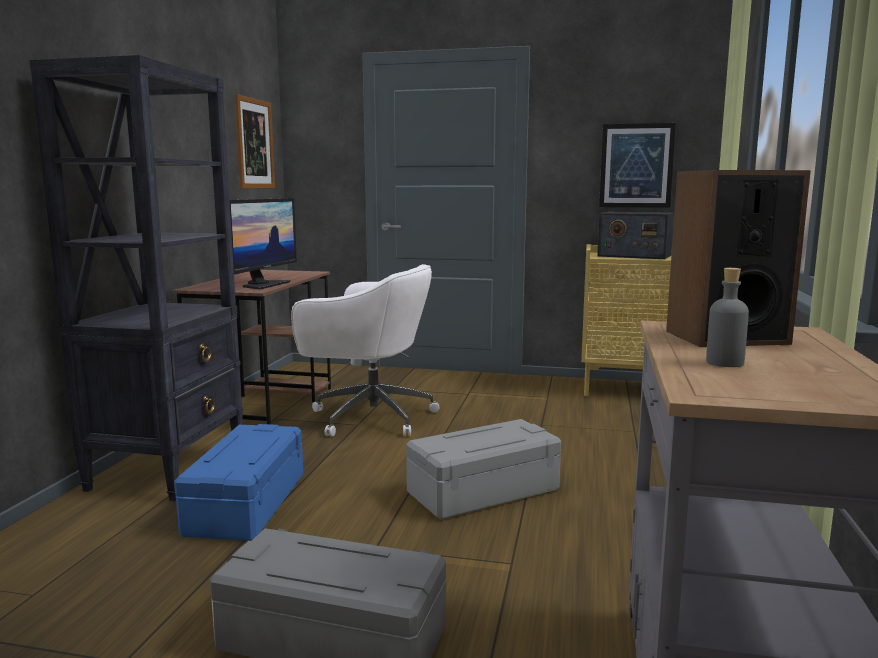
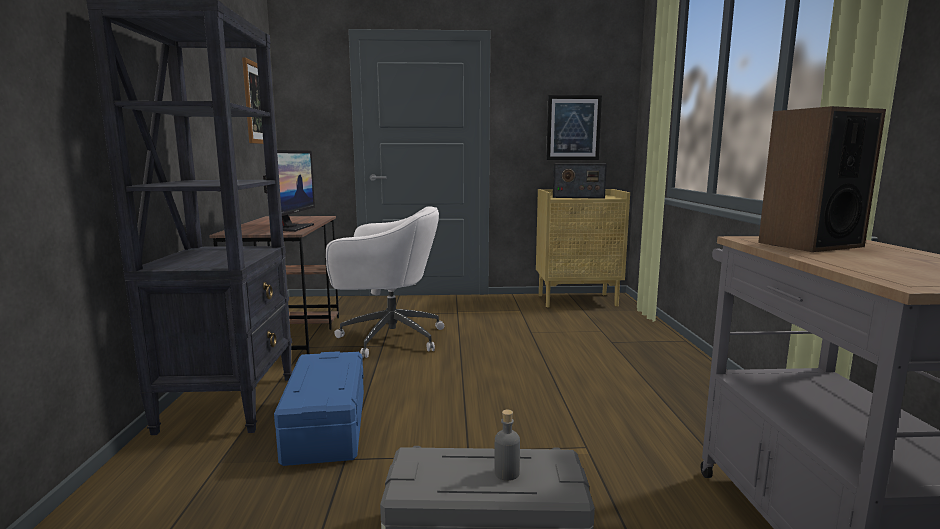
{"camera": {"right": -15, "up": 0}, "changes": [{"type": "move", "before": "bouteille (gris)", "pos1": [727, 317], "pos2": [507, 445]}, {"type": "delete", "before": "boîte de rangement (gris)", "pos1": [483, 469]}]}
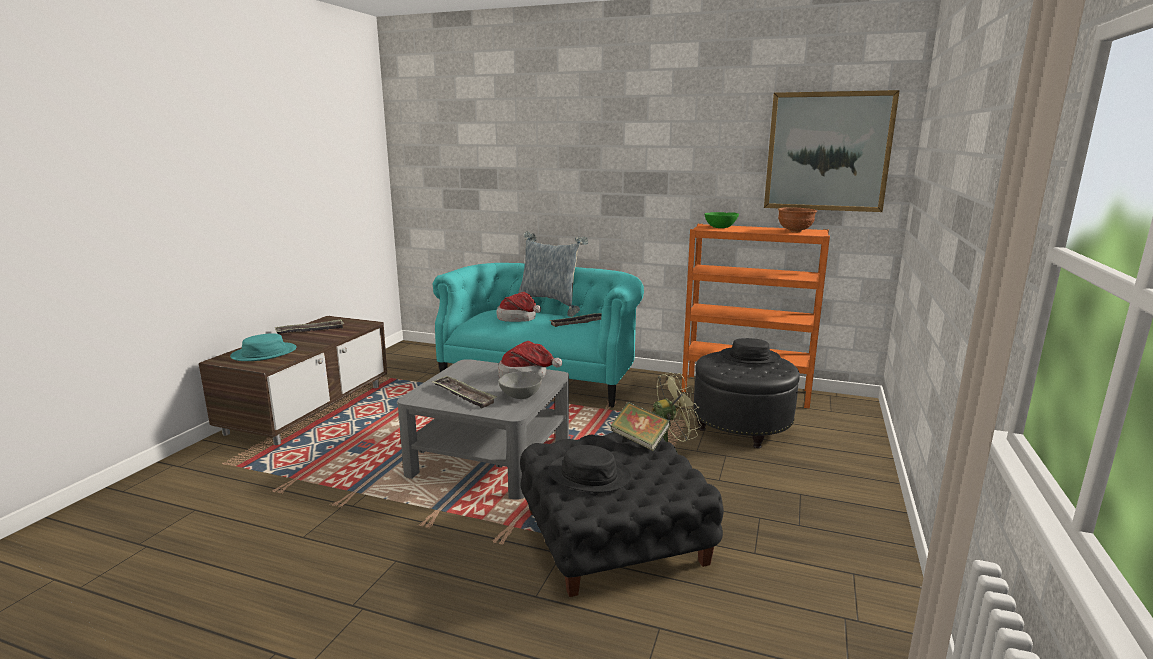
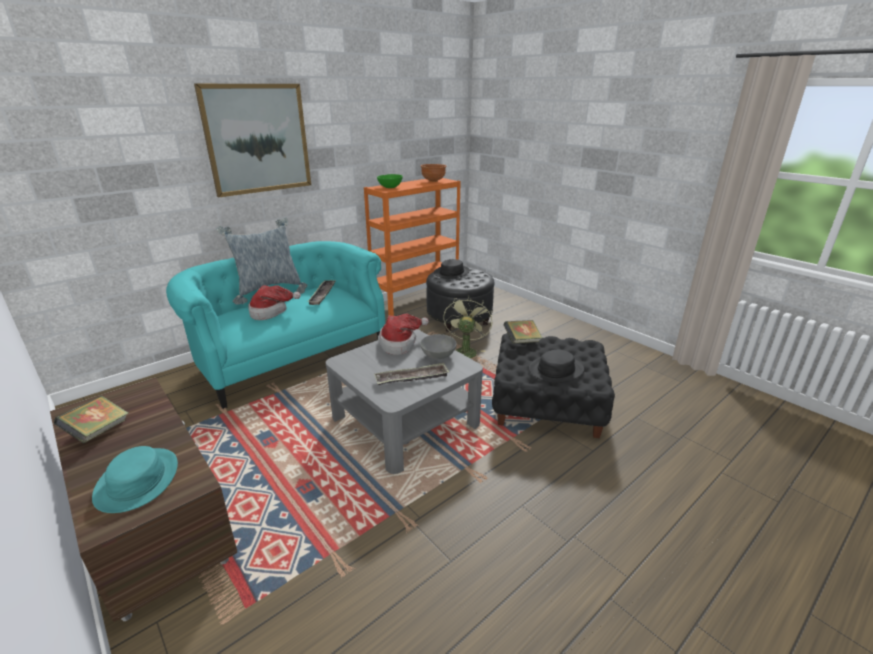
{"camera": {"right": -60, "up": 10}, "changes": [{"type": "replace", "before": "plateau", "after": "livre", "pos1": [309, 327], "pos2": [91, 420]}, {"type": "move", "before": "tableau", "pos1": [832, 151], "pos2": [252, 140]}]}
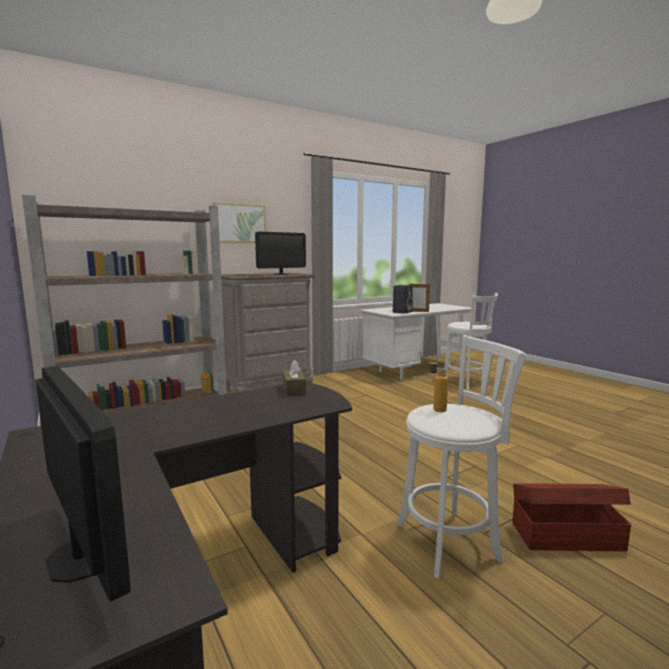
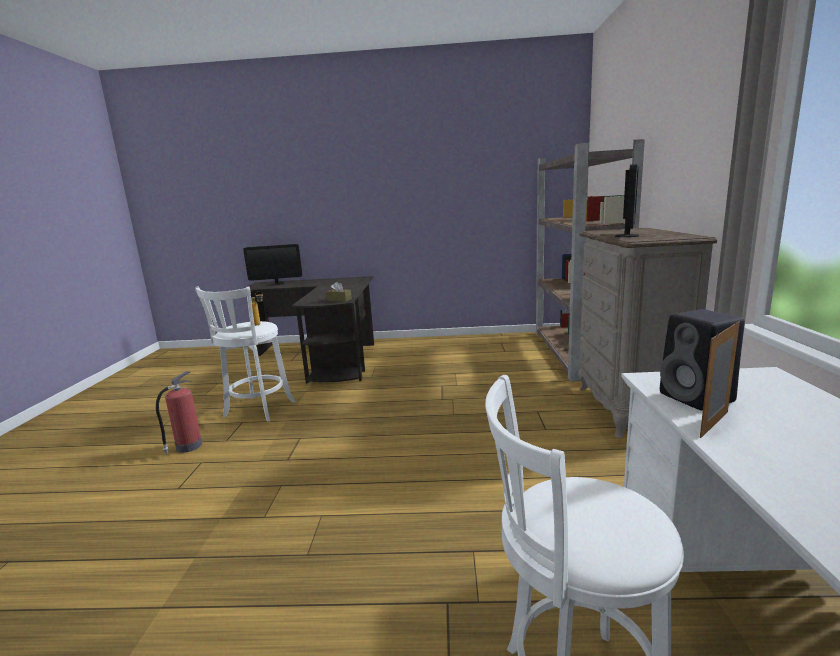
{"camera": {"right": 125, "up": 5}, "changes": [{"type": "replace", "before": "boîte de rangement (marron)", "after": "extincteur", "pos1": [571, 517], "pos2": [179, 413]}, {"type": "rotate", "before": "écran d'ordinateur", "pos1": [280, 253], "pos2": [627, 200], "turn": -150}, {"type": "delete", "before": "tableau", "pos1": [239, 222]}]}
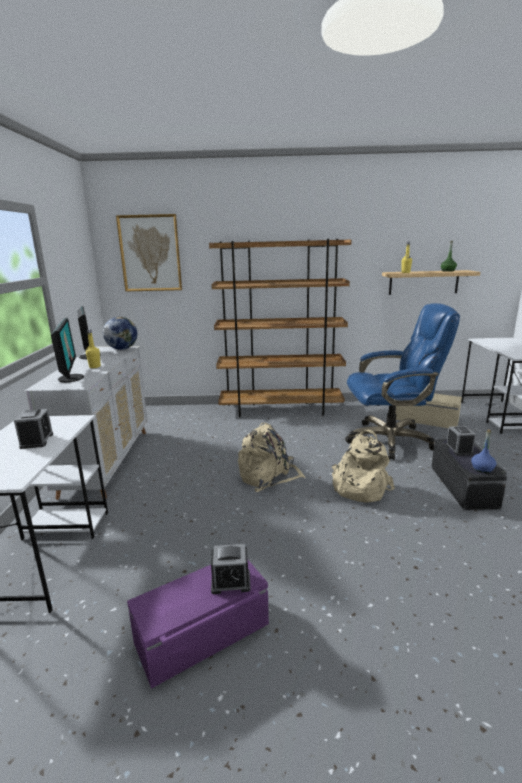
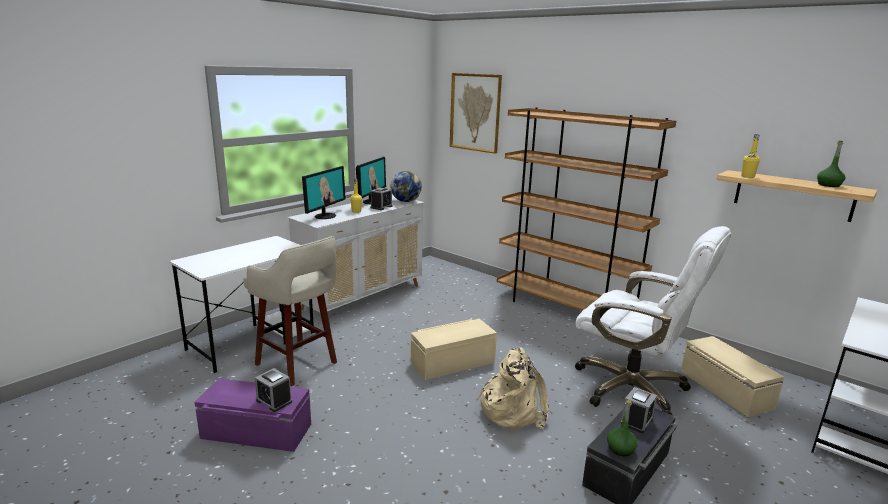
{"camera": {"right": 40, "up": 0}, "changes": [{"type": "insert", "after": "tabouret (beige)", "pos2": [290, 311]}, {"type": "move", "before": "réveil", "pos1": [33, 429], "pos2": [381, 198]}, {"type": "replace", "before": "sac à dos (beige)", "after": "boîte de rangement (beige)", "pos1": [272, 457], "pos2": [454, 349]}, {"type": "recolor", "before": "chaise de bureau (bleu)", "after": "chaise de bureau (blanc)", "pos1": [402, 381], "pos2": [653, 321]}, {"type": "recolor", "before": "bouteille (bleu)", "after": "bouteille (vert)", "pos1": [483, 451], "pos2": [622, 428]}]}
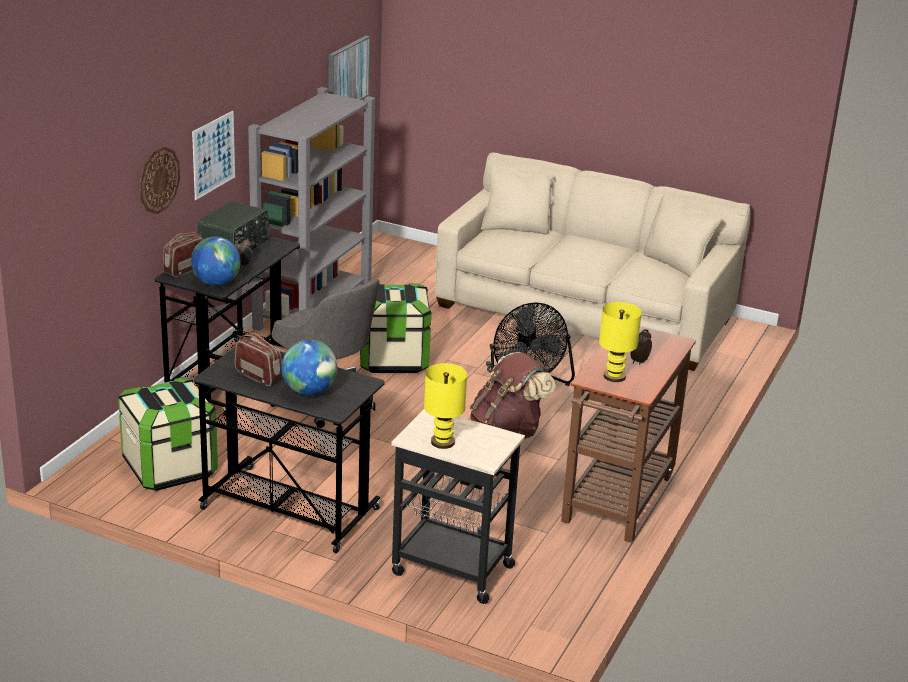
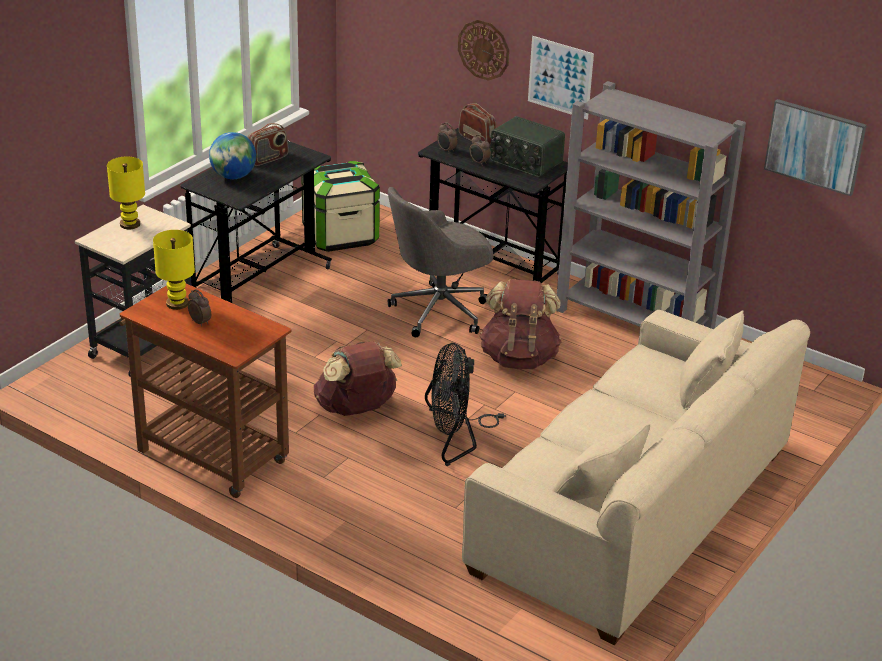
{"camera": {"right": 100, "up": 5}, "changes": [{"type": "replace", "before": "globe", "after": "réveil", "pos1": [216, 261], "pos2": [447, 138]}, {"type": "replace", "before": "boîte de rangement", "after": "sac à dos (marron)", "pos1": [395, 328], "pos2": [521, 324]}]}
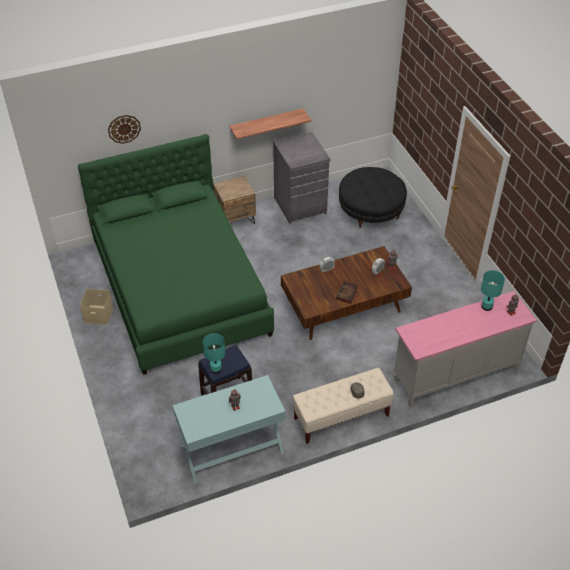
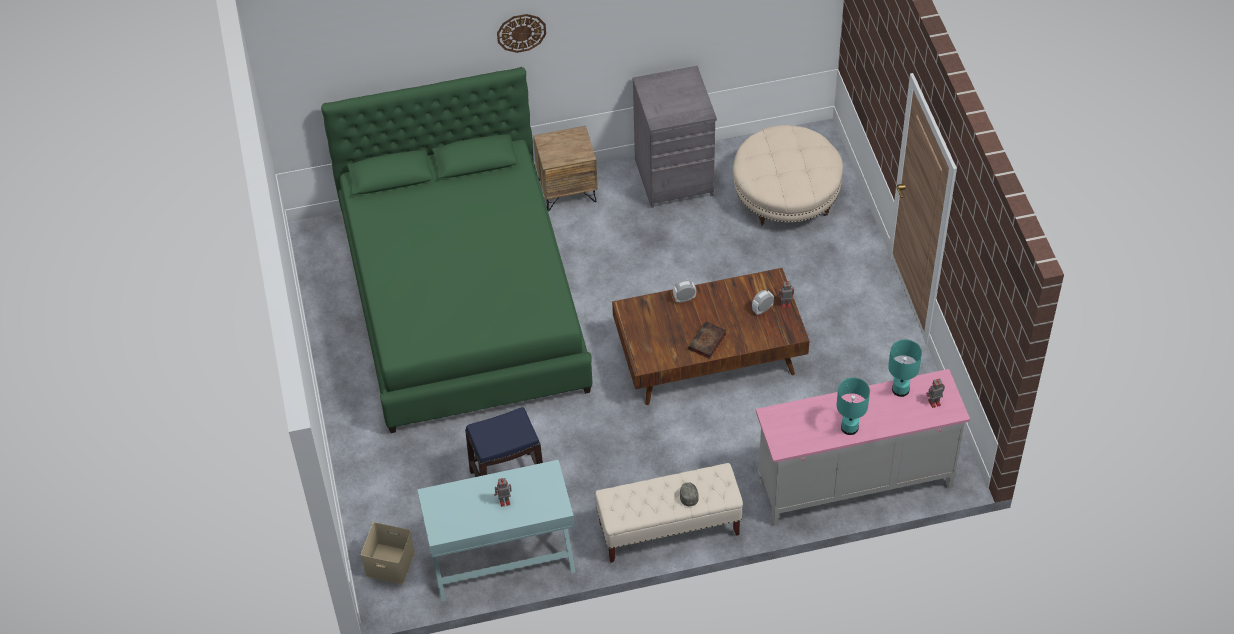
{"camera": {"right": 10, "up": 5}, "changes": [{"type": "move", "before": "boîte de rangement (beige)", "pos1": [96, 307], "pos2": [388, 553]}, {"type": "move", "before": "horloge murale", "pos1": [124, 129], "pos2": [521, 33]}, {"type": "recolor", "before": "pouf (noir)", "after": "pouf (beige)", "pos1": [373, 197], "pos2": [788, 175]}, {"type": "move", "before": "lampe de table (turquoise)", "pos1": [214, 353], "pos2": [853, 406]}, {"type": "delete", "before": "étagère", "pos1": [270, 123]}]}
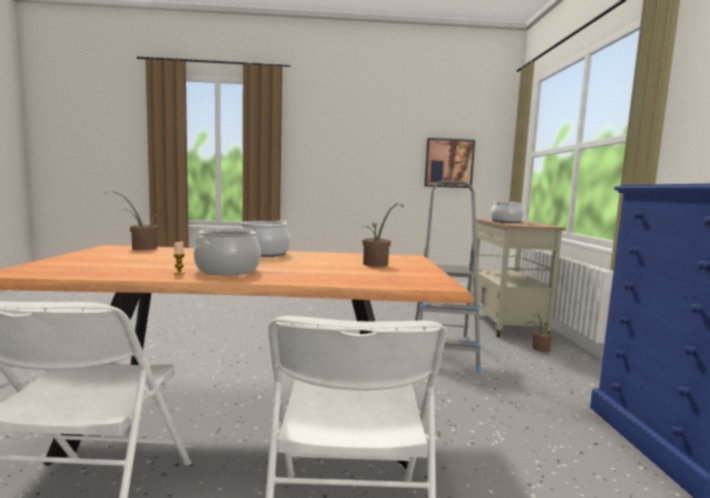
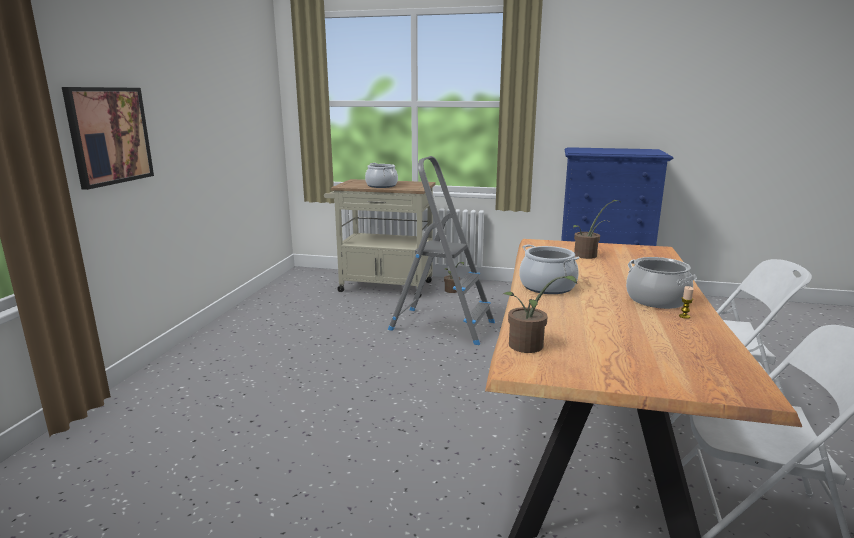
{"camera": {"right": -75, "up": 10}, "changes": [{"type": "move", "before": "tableau", "pos1": [449, 163], "pos2": [108, 138]}]}
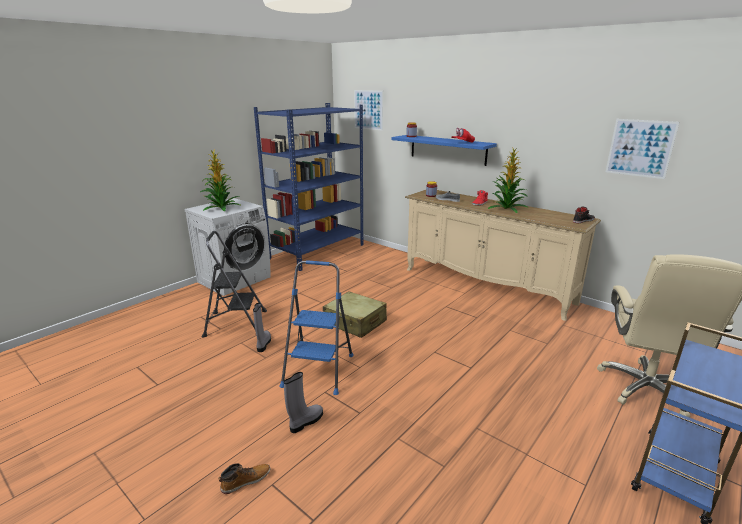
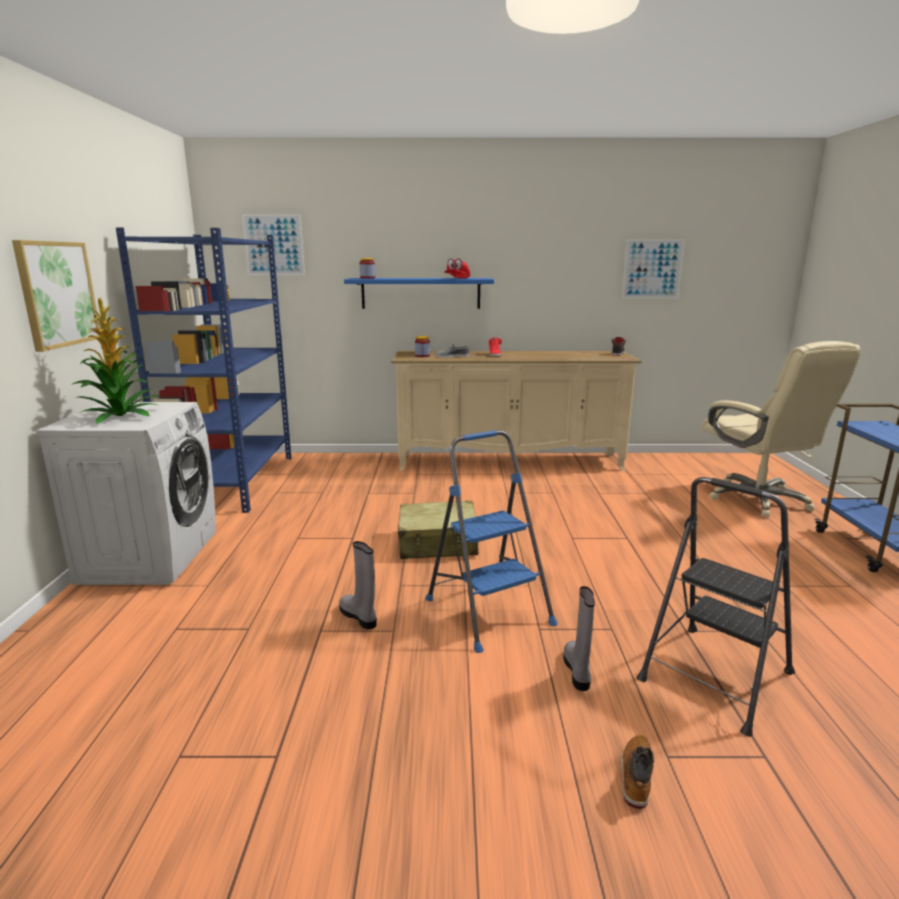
{"camera": {"right": -40, "up": -5}, "changes": [{"type": "insert", "after": "tableau", "pos2": [56, 296]}, {"type": "move", "before": "escabeau (noir)", "pos1": [234, 284], "pos2": [716, 607]}, {"type": "delete", "before": "plante en pot", "pos1": [508, 180]}]}
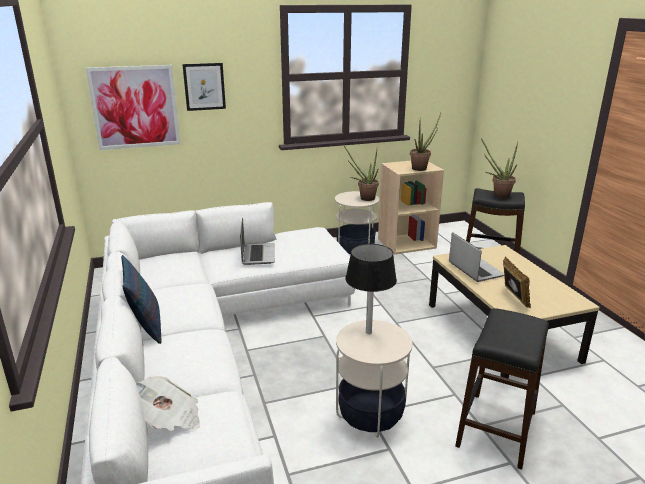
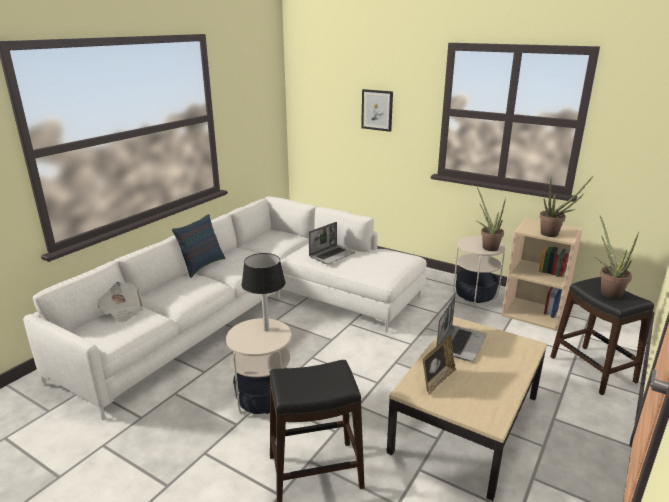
{"camera": {"right": 50, "up": 0}, "changes": [{"type": "delete", "before": "tableau", "pos1": [133, 107]}]}
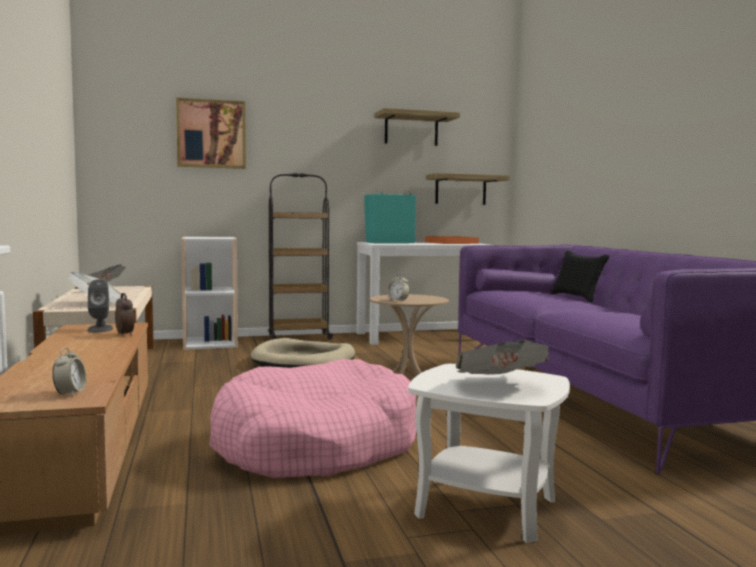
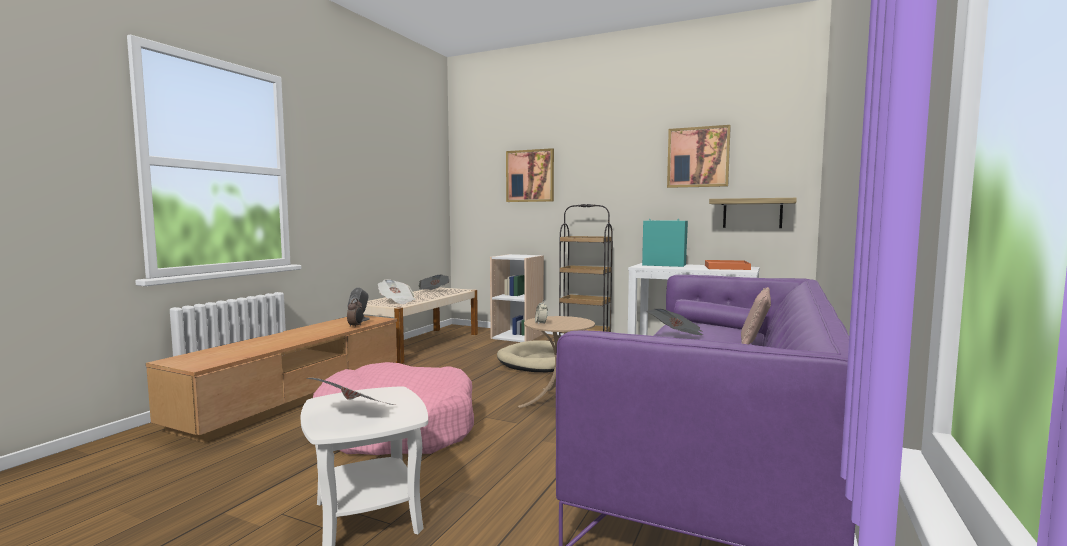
{"camera": {"right": 40, "up": 0}, "changes": [{"type": "insert", "after": "journal", "pos2": [674, 321]}, {"type": "replace", "before": "étagère", "after": "tableau", "pos1": [417, 127], "pos2": [699, 156]}, {"type": "recolor", "before": "coussin (noir)", "after": "coussin (beige)", "pos1": [579, 277], "pos2": [756, 315]}, {"type": "delete", "before": "réveil", "pos1": [69, 372]}]}
